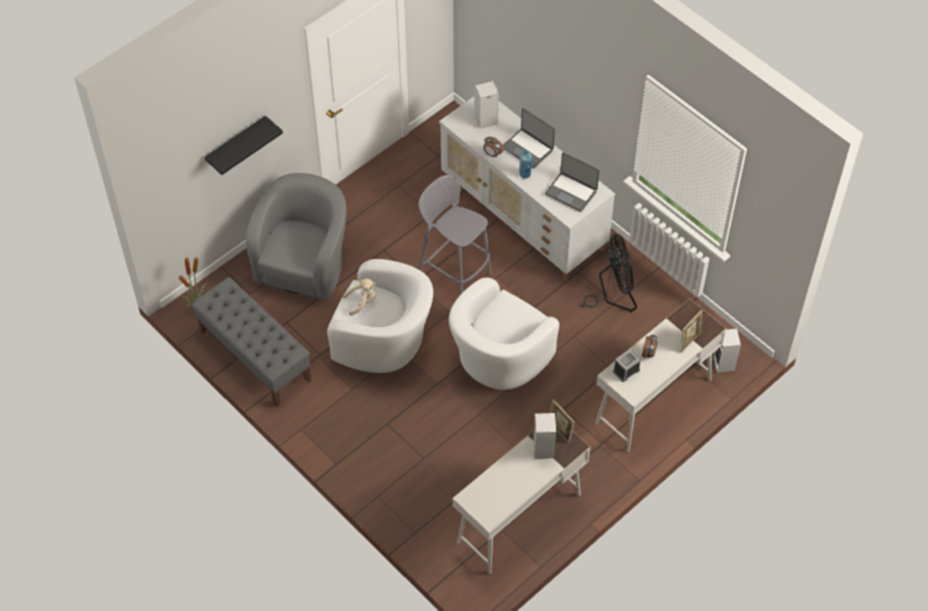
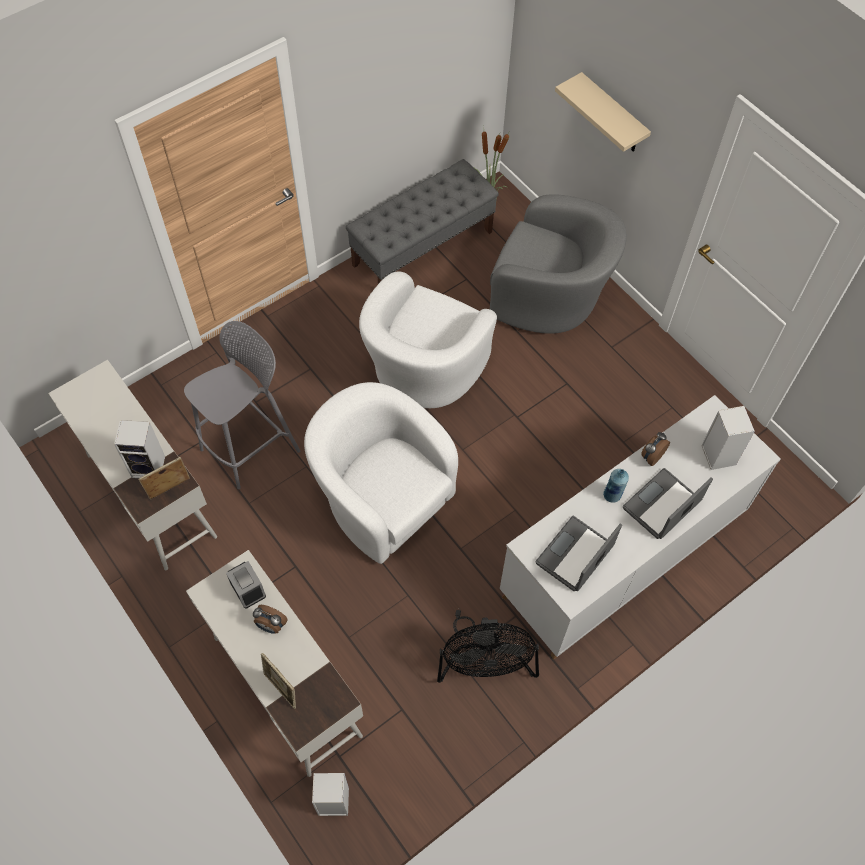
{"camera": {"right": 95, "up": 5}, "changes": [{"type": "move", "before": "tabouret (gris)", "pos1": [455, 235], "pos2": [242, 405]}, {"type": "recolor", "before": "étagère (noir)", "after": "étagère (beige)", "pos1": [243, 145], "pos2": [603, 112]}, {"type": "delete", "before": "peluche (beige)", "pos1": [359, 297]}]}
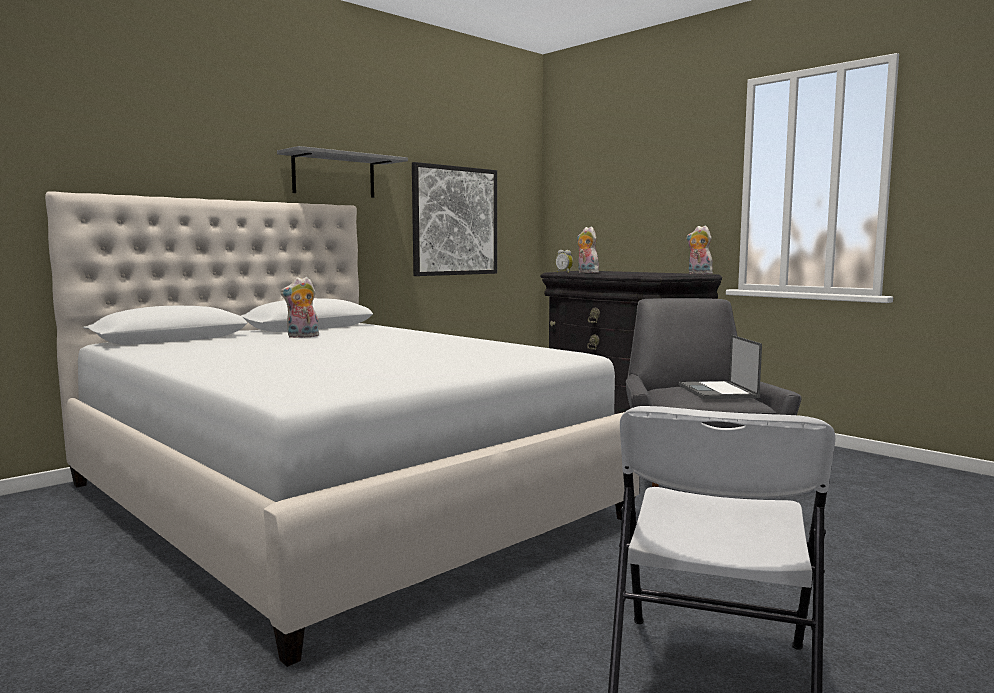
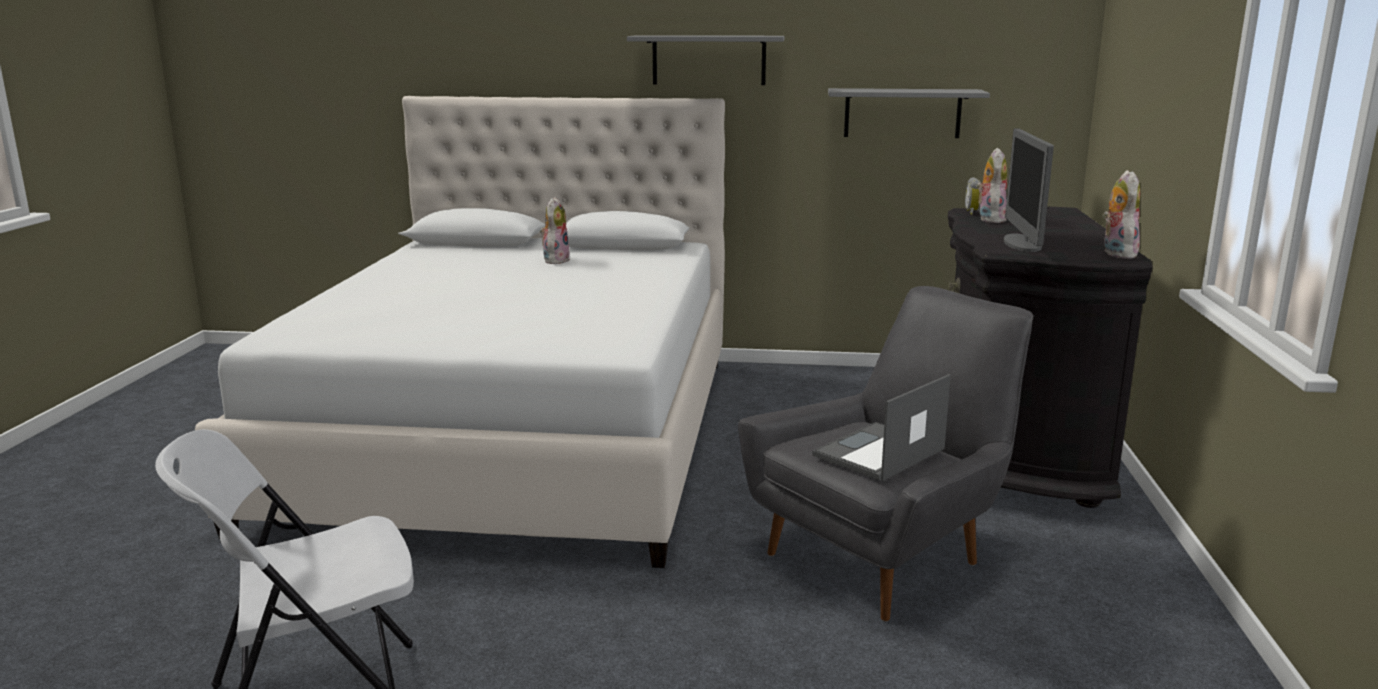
{"camera": {"right": 50, "up": 10}, "changes": [{"type": "rotate", "before": "peluche", "pos1": [299, 307], "pos2": [555, 230], "turn": 75}, {"type": "replace", "before": "tableau", "after": "étagère (gris)", "pos1": [454, 219], "pos2": [909, 113]}, {"type": "insert", "after": "écran d'ordinateur", "pos2": [1029, 190]}]}
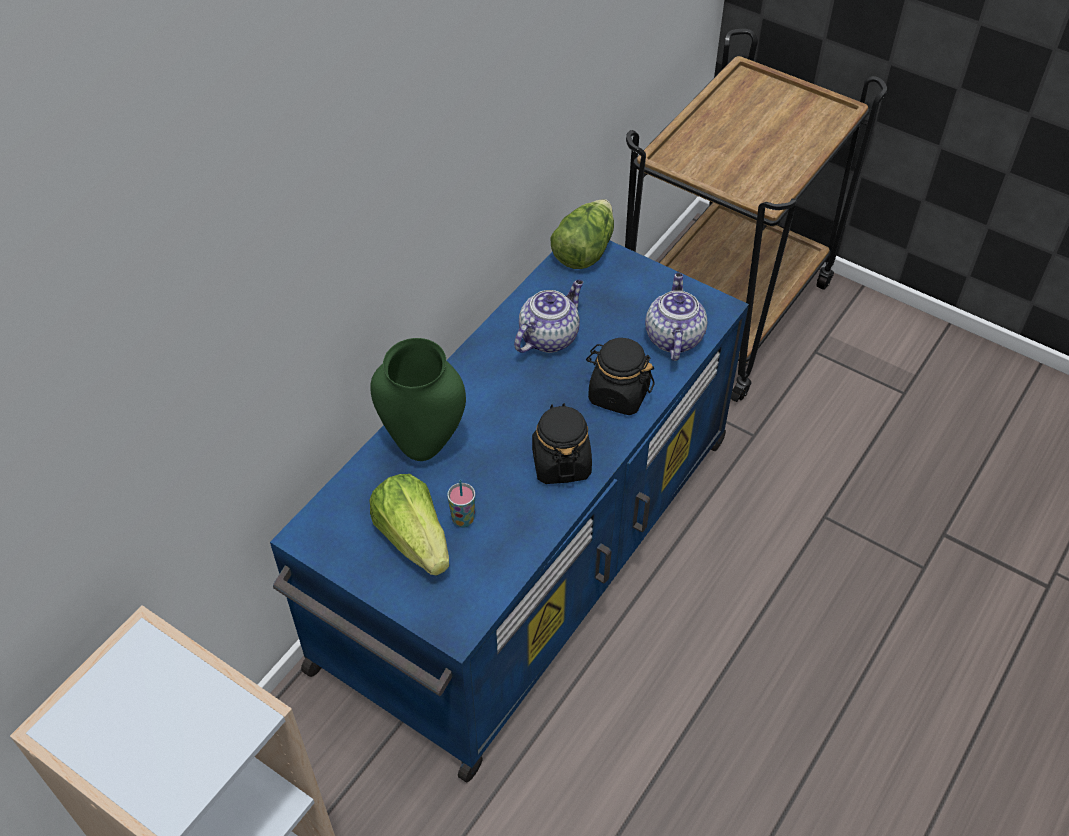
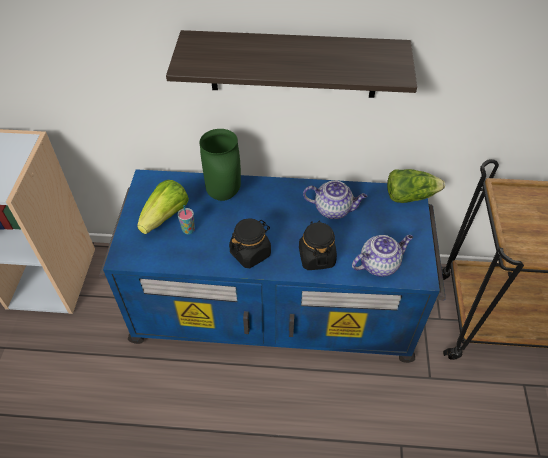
{"camera": {"right": 60, "up": 0}, "changes": [{"type": "insert", "after": "étagère", "pos2": [291, 64]}]}
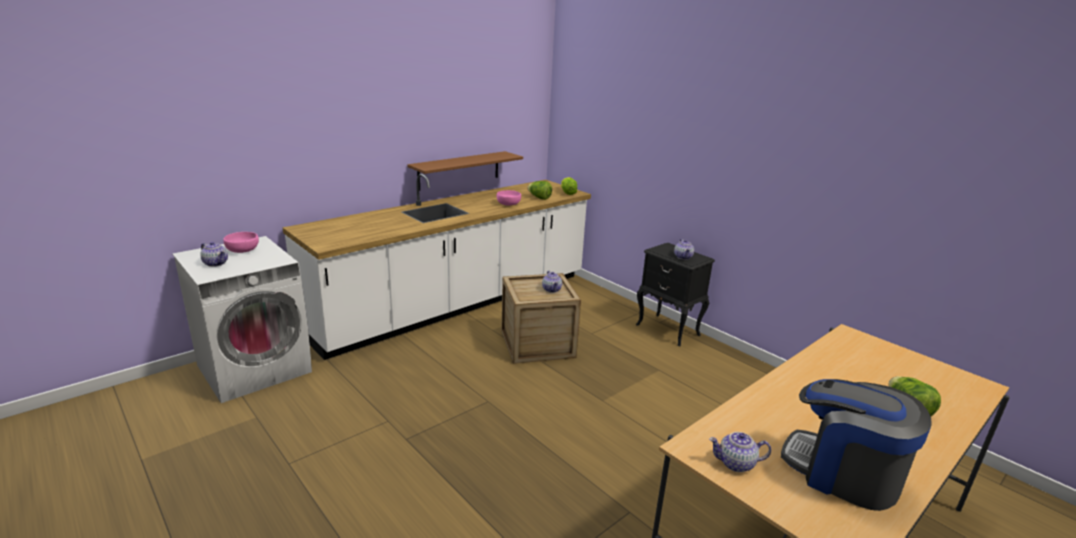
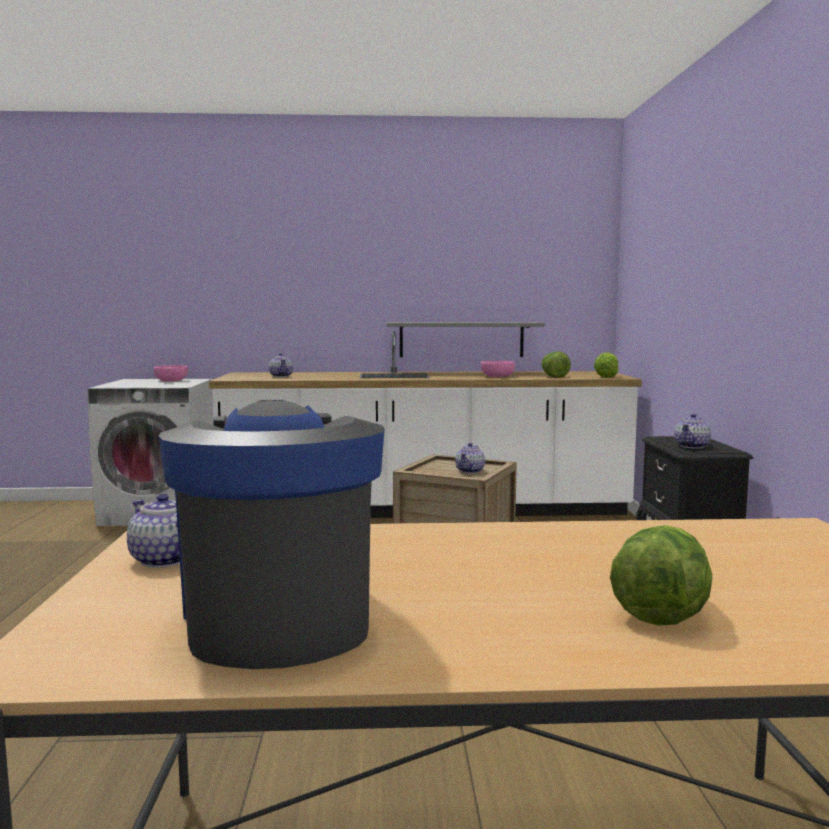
{"camera": {"right": 40, "up": -15}, "changes": [{"type": "move", "before": "théière", "pos1": [214, 254], "pos2": [281, 365]}, {"type": "recolor", "before": "étagère (marron)", "after": "étagère (gris)", "pos1": [465, 171], "pos2": [466, 339]}]}
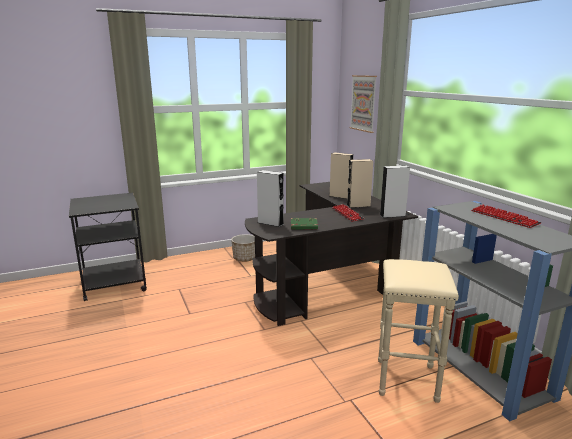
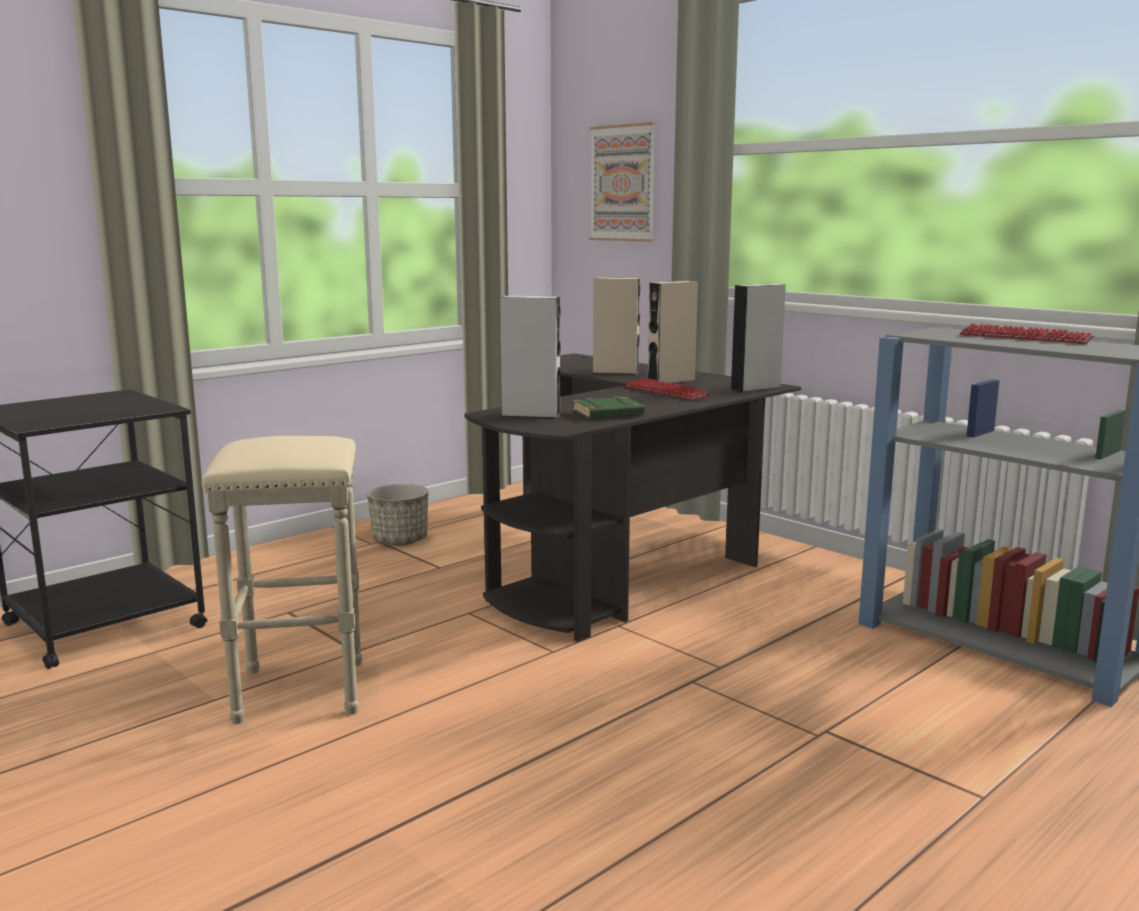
{"camera": {"right": -20, "up": -5}, "changes": [{"type": "move", "before": "tabouret (beige)", "pos1": [418, 331], "pos2": [282, 580]}]}
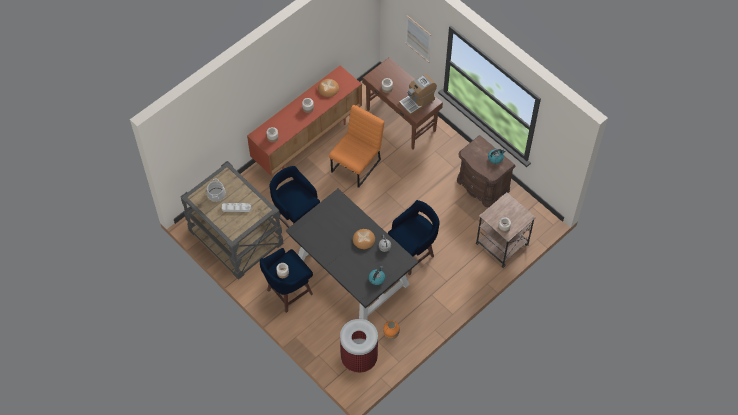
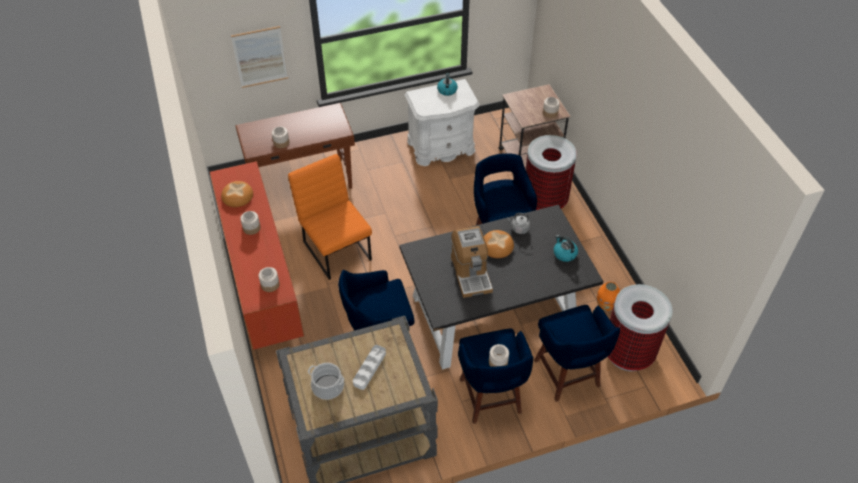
{"camera": {"right": -65, "up": -10}, "changes": [{"type": "recolor", "before": "table de chevet (marron)", "after": "table de chevet (blanc)", "pos1": [486, 171], "pos2": [442, 122]}, {"type": "move", "before": "machine à café", "pos1": [418, 94], "pos2": [472, 262]}, {"type": "insert", "after": "poubelle", "pos2": [551, 172]}, {"type": "insert", "after": "tabouret (bleu)", "pos2": [577, 353]}]}
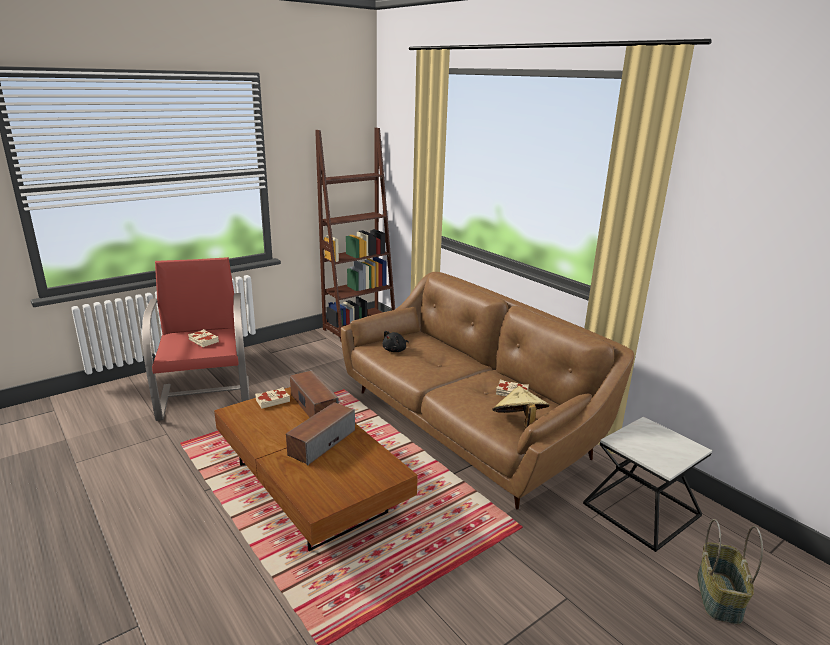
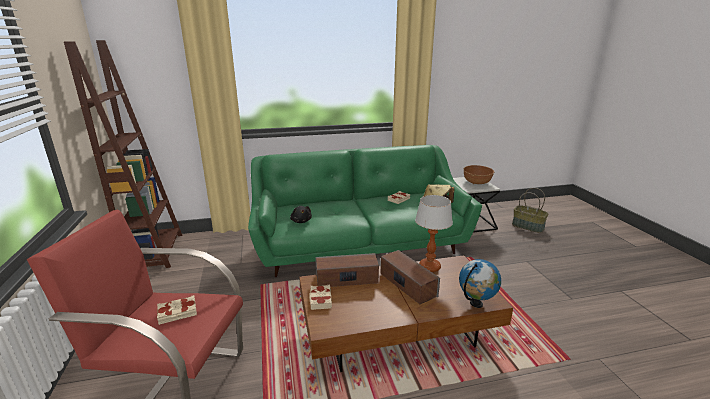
{"camera": {"right": -65, "up": 0}, "changes": [{"type": "recolor", "before": "canapé (marron)", "after": "canapé (vert)", "pos1": [487, 391], "pos2": [365, 211]}, {"type": "insert", "after": "lampe de table", "pos2": [434, 233]}, {"type": "insert", "after": "globe", "pos2": [480, 283]}, {"type": "insert", "after": "bol (marron)", "pos2": [478, 174]}]}
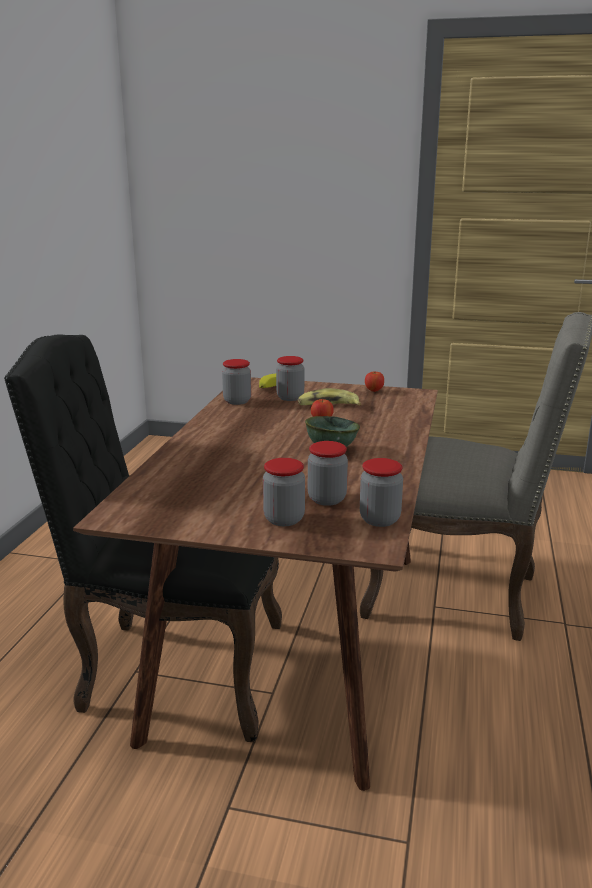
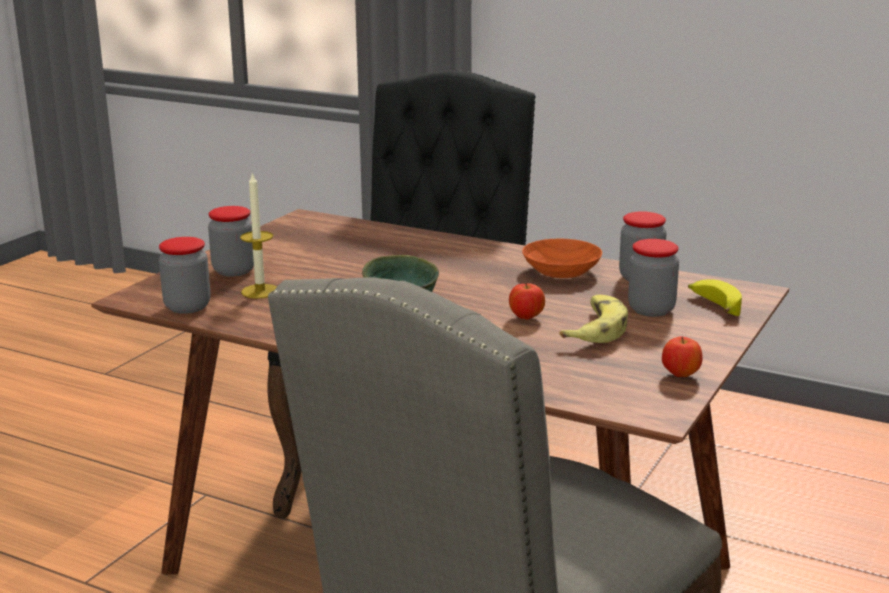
{"camera": {"right": 105, "up": 0}, "changes": [{"type": "replace", "before": "bocal", "after": "bougie", "pos1": [328, 473], "pos2": [258, 235]}, {"type": "insert", "after": "bol (orange)", "pos2": [562, 258]}]}
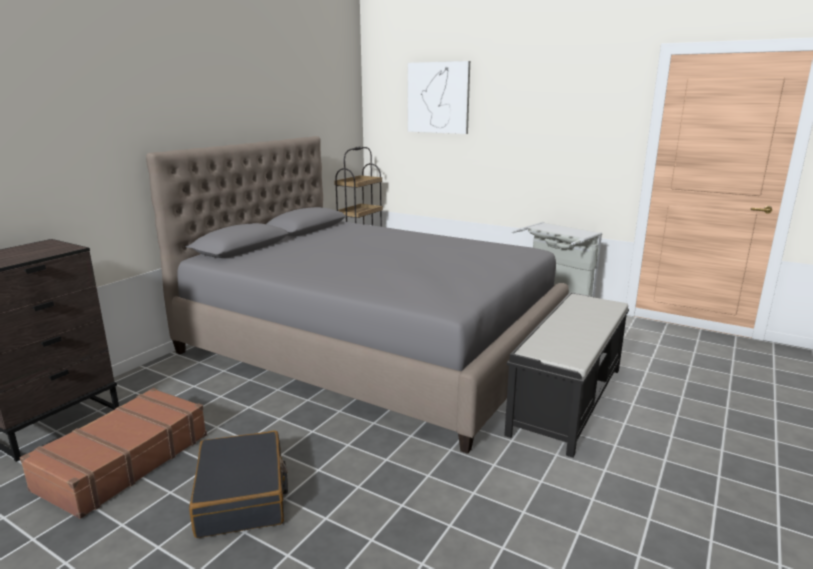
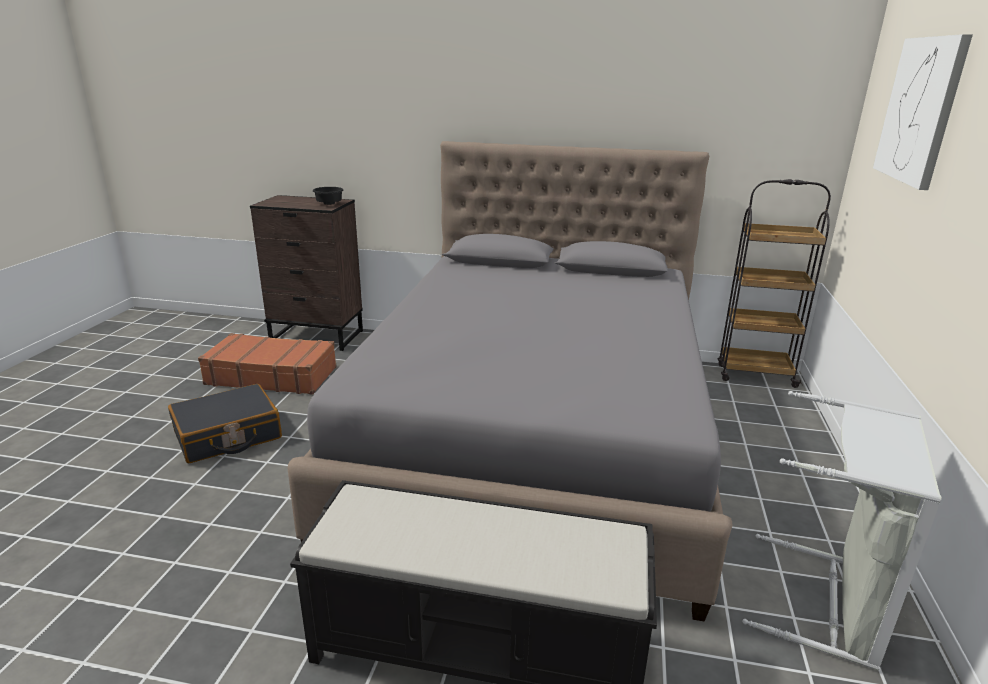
{"camera": {"right": 70, "up": 5}, "changes": [{"type": "insert", "after": "bol (noir)", "pos2": [328, 196]}]}
